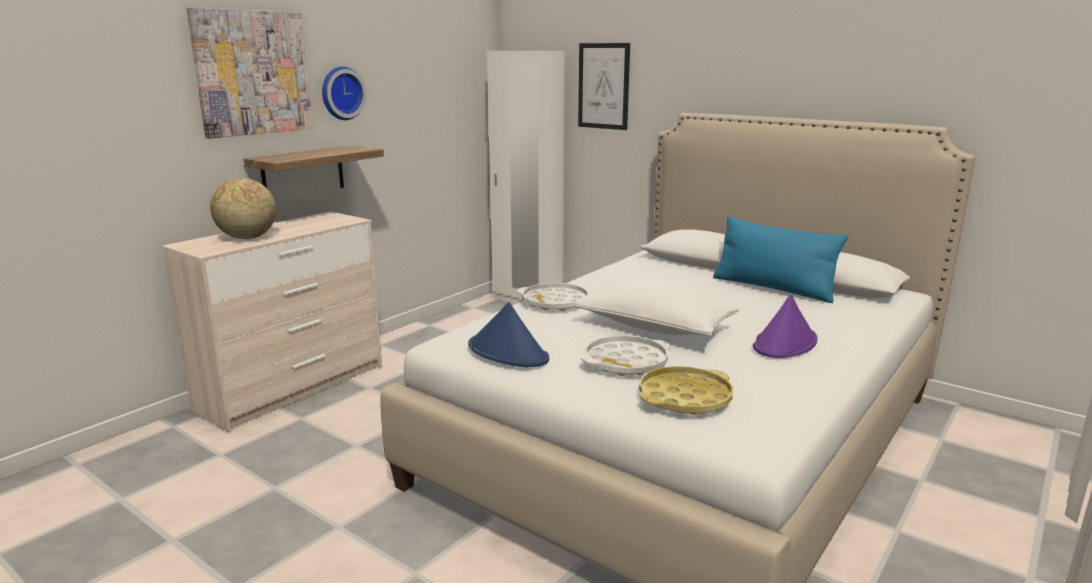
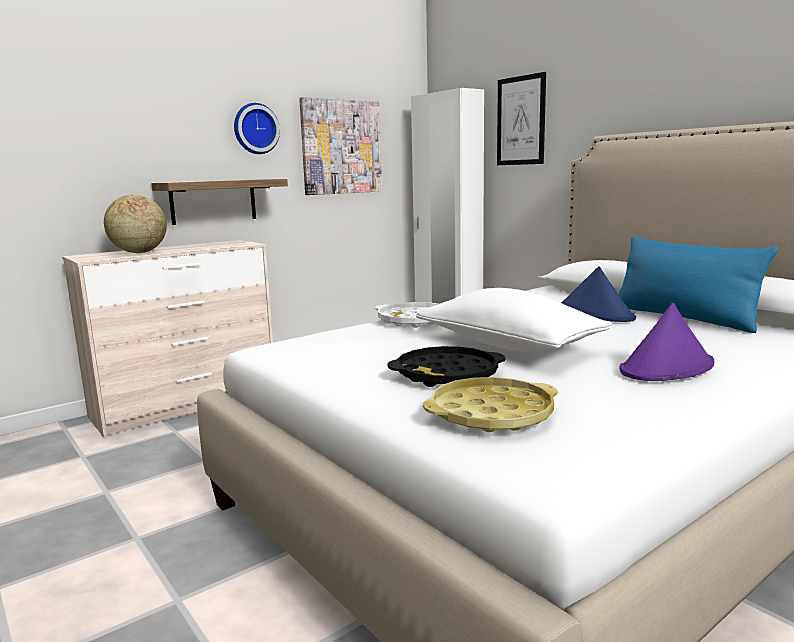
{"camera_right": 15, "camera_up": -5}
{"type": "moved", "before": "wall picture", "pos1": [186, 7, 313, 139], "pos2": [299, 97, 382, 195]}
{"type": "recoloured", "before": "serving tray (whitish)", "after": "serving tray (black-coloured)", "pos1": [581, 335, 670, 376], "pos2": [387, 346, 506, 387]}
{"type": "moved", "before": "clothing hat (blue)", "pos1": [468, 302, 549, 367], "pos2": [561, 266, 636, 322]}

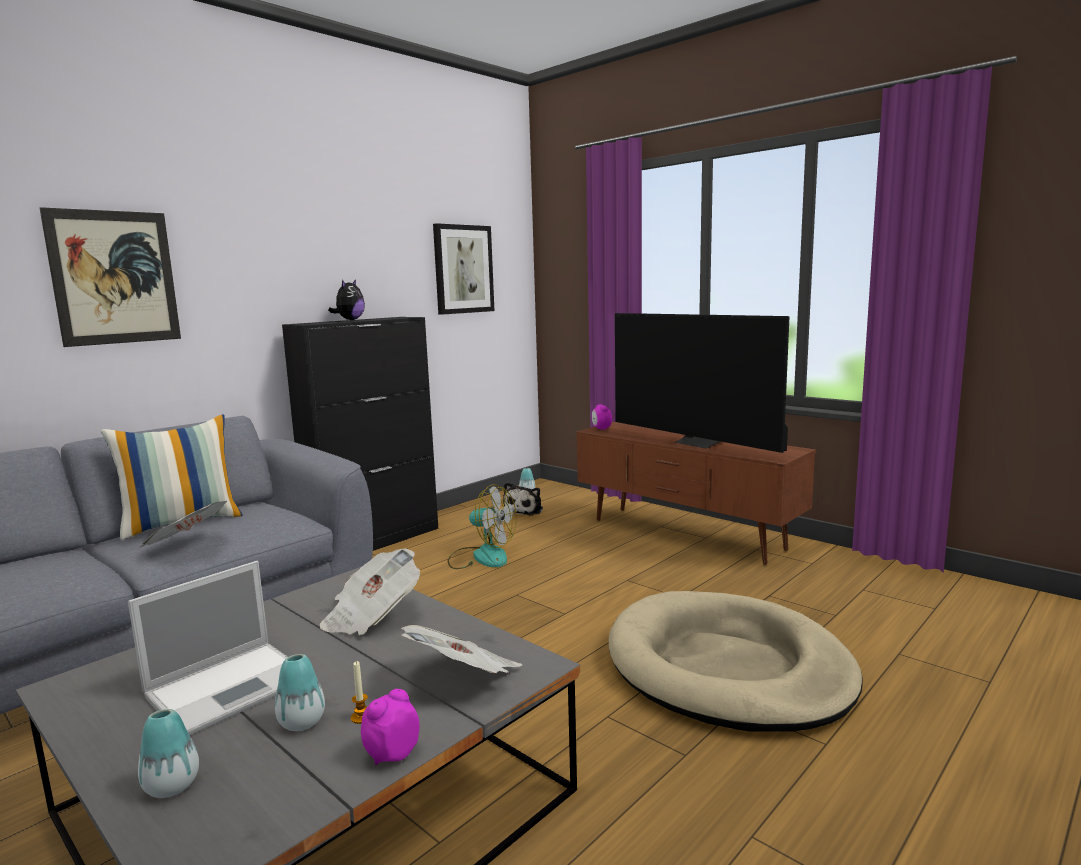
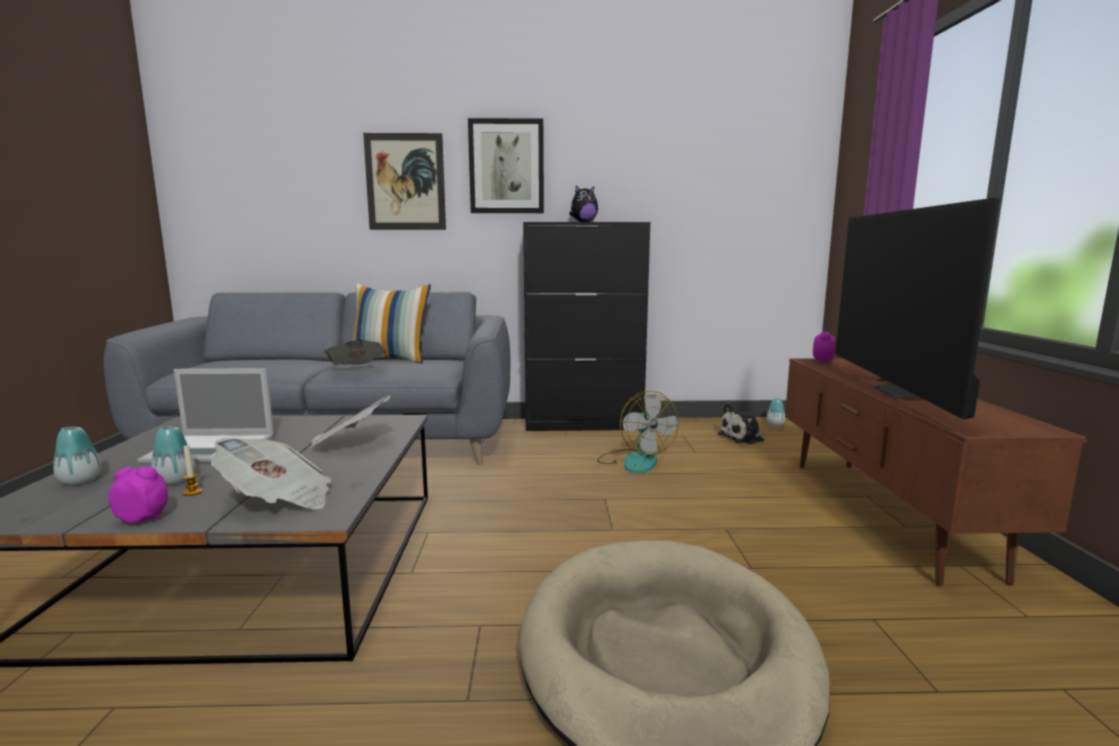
{"camera_right": 45, "camera_up": 0}
{"type": "moved", "before": "wall picture", "pos1": [433, 223, 495, 315], "pos2": [468, 118, 544, 213]}

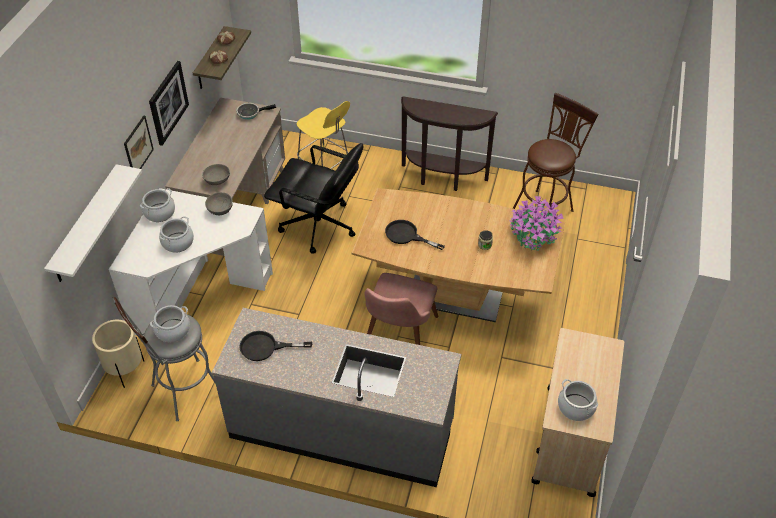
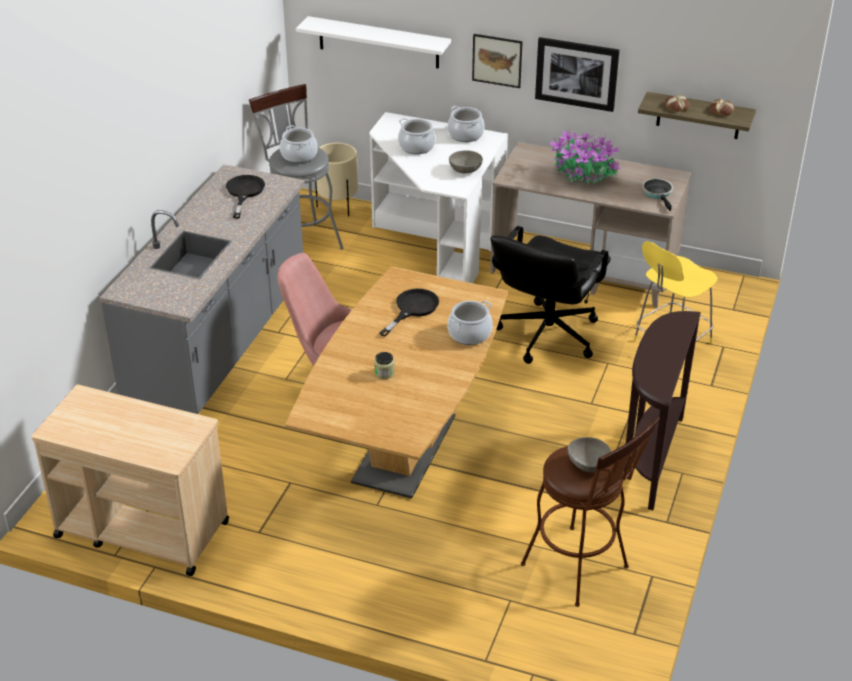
{"camera_right": 95, "camera_up": -10}
{"type": "moved", "before": "stockpot", "pos1": [558, 379, 598, 421], "pos2": [447, 301, 493, 345]}
{"type": "moved", "before": "potted plant", "pos1": [509, 196, 564, 251], "pos2": [550, 129, 621, 185]}
{"type": "moved", "before": "serving bowl (grey)", "pos1": [202, 164, 230, 185], "pos2": [568, 437, 611, 472]}

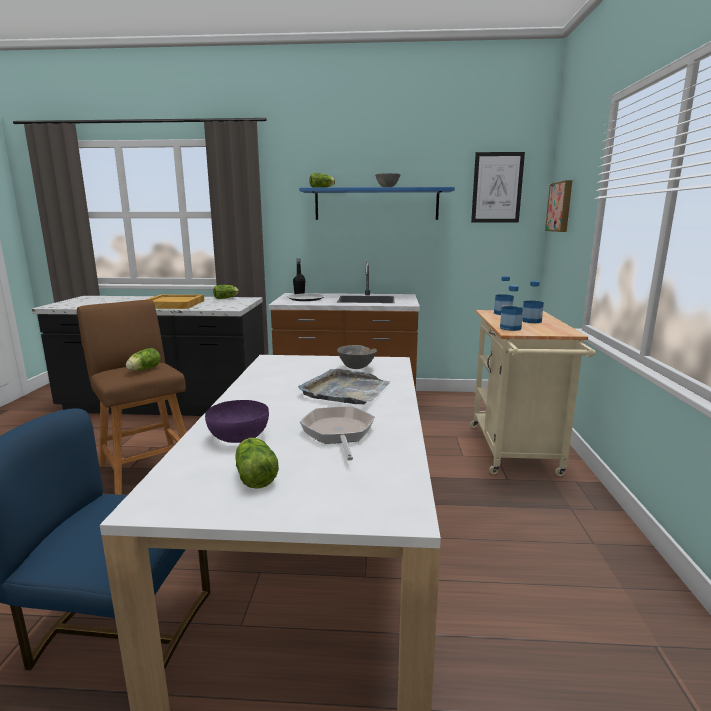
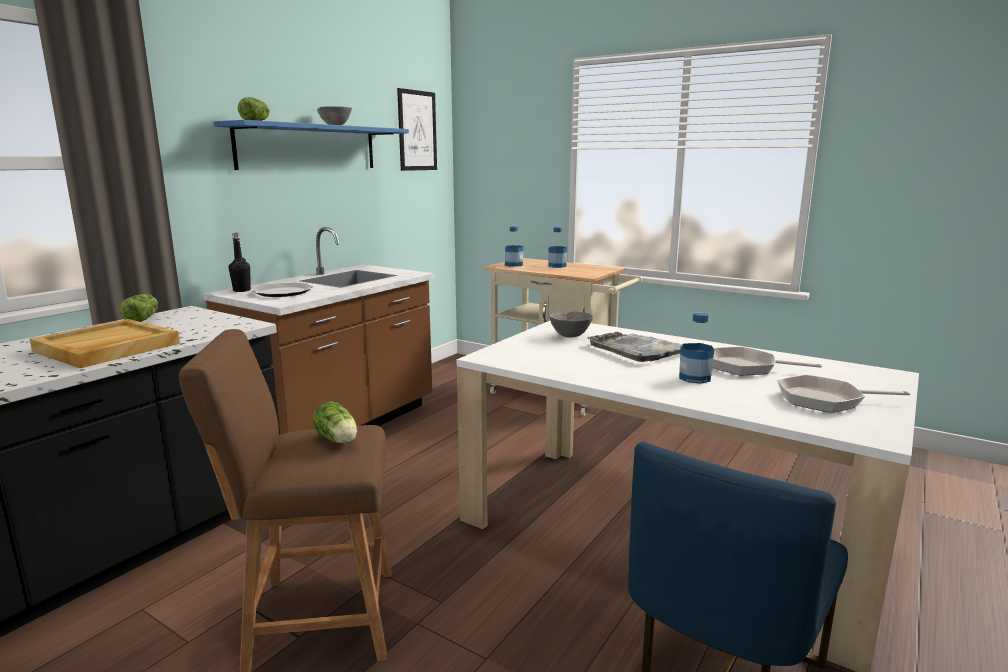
{"camera_right": -60, "camera_up": 0}
{"type": "moved", "before": "beverage bottle", "pos1": [500, 285, 523, 331], "pos2": [679, 313, 714, 384]}
{"type": "replaced", "before": "lettuce", "after": "frying pan", "pos1": [235, 438, 279, 489], "pos2": [777, 375, 910, 413]}
{"type": "removed", "before": "serving bowl (purple-coloured)", "pos1": [205, 400, 269, 443]}
{"type": "removed", "before": "wall picture", "pos1": [545, 180, 572, 232]}

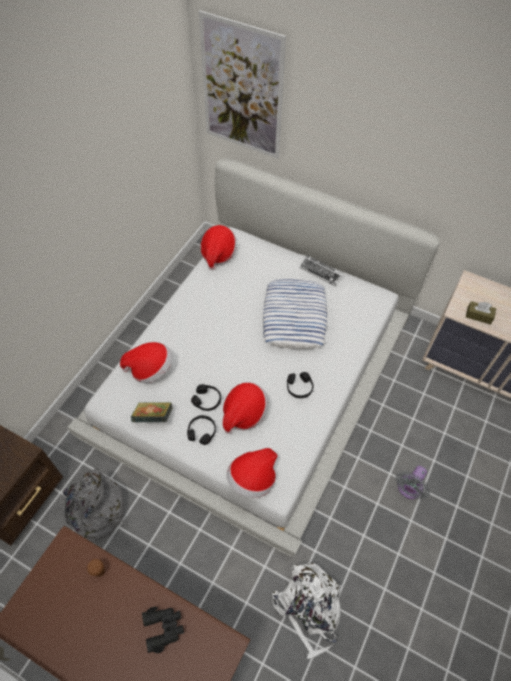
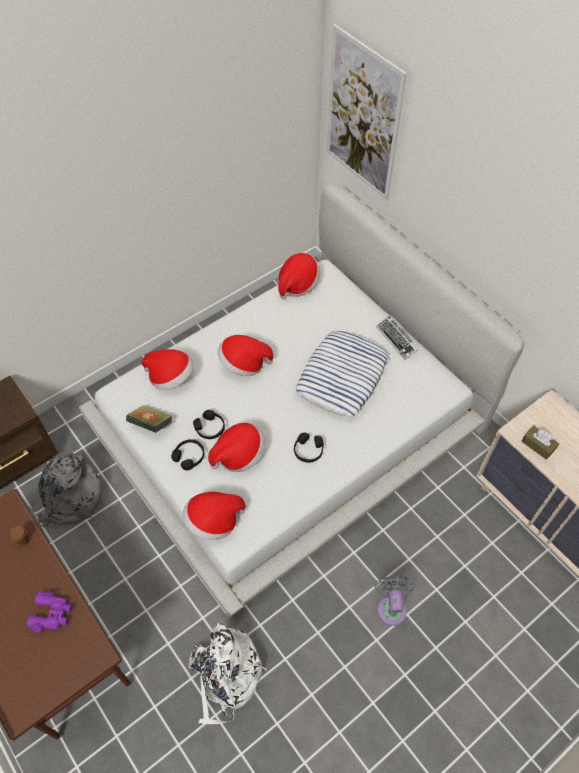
{"camera_right": 25, "camera_up": 0}
{"type": "recoloured", "before": "pair of binoculars (black-coloured)", "after": "pair of binoculars (purple-coloured)", "pos1": [142, 607, 184, 653], "pos2": [26, 591, 72, 633]}
{"type": "added", "after": "clothing hat", "pos2": [218, 335, 273, 376]}
{"type": "turned", "before": "fan (grey)", "pos1": [396, 466, 430, 499], "pos2": [374, 576, 416, 626], "turn": 120}

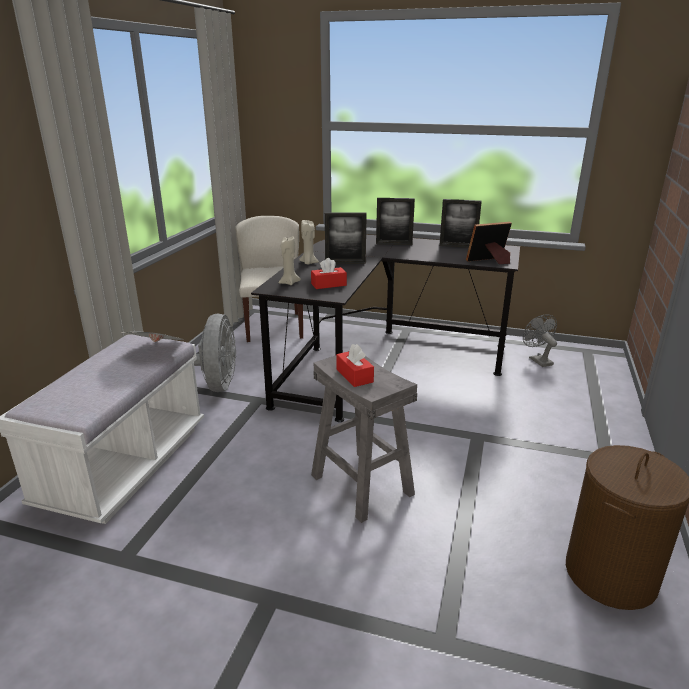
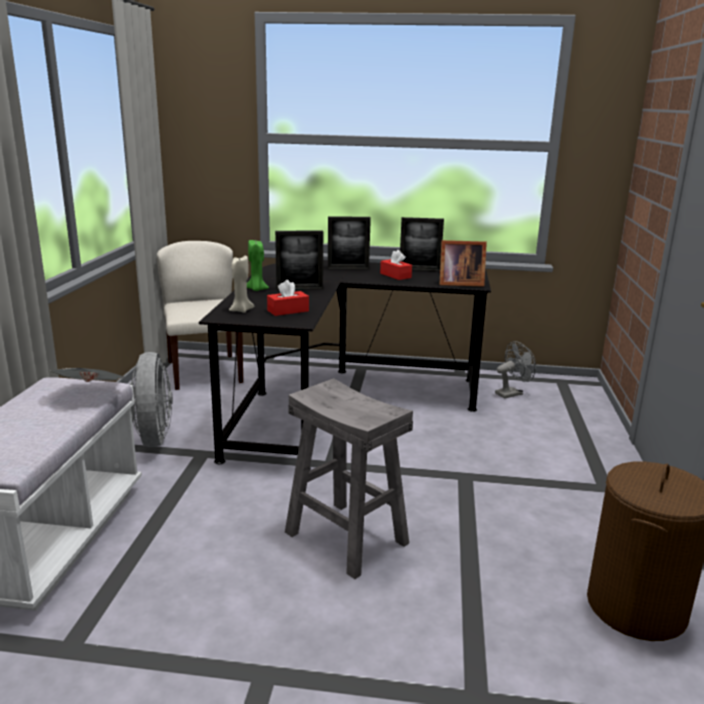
{"camera_right": -10, "camera_up": -5}
{"type": "recoloured", "before": "wax light (beige-coloured)", "after": "wax light (green-coloured)", "pos1": [299, 220, 319, 265], "pos2": [247, 240, 269, 291]}
{"type": "moved", "before": "tissue box (reddish)", "pos1": [336, 344, 374, 387], "pos2": [380, 250, 412, 280]}
{"type": "turned", "before": "standing frame", "pos1": [466, 222, 512, 264], "pos2": [439, 240, 487, 287], "turn": -150}
{"type": "turned", "before": "fan (grey)", "pos1": [523, 314, 557, 367], "pos2": [495, 341, 536, 399], "turn": 90}

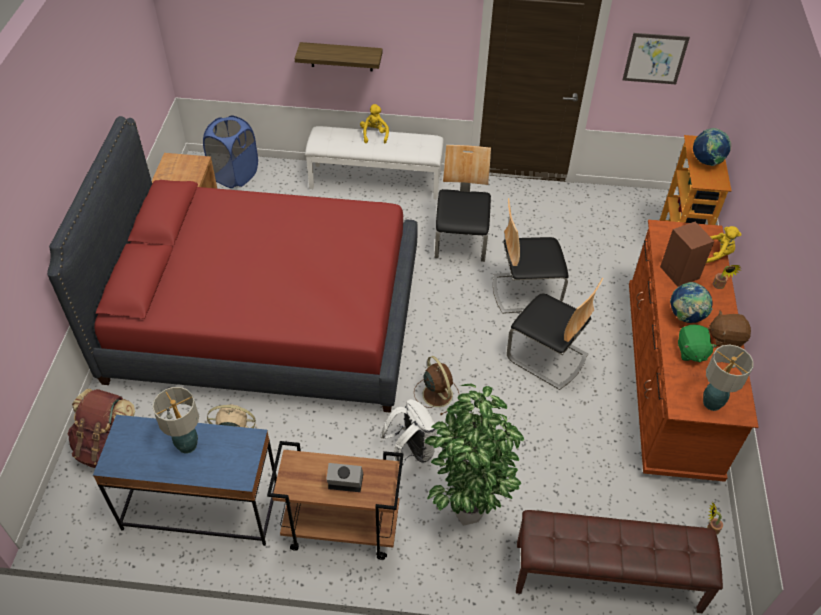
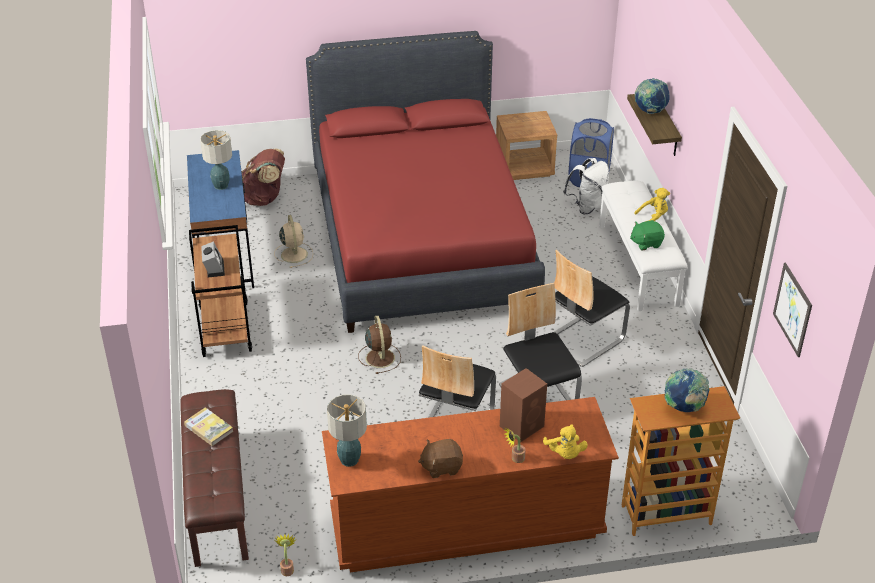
{"camera_right": 75, "camera_up": -10}
{"type": "added", "after": "bound book", "pos2": [184, 407, 233, 446]}
{"type": "turned", "before": "fan (brown)", "pos1": [414, 356, 459, 415], "pos2": [358, 316, 401, 374], "turn": -60}
{"type": "turned", "before": "cuddly toy (brown)", "pos1": [708, 311, 751, 347], "pos2": [418, 439, 463, 478], "turn": -90}
{"type": "turned", "before": "plain chair", "pos1": [435, 145, 491, 262], "pos2": [554, 250, 630, 367], "turn": 150}
{"type": "moved", "before": "knapsack (whitish)", "pos1": [381, 399, 437, 465], "pos2": [563, 158, 609, 214]}
{"type": "moved", "before": "cuddly toy (green-coloured)", "pos1": [678, 324, 717, 362], "pos2": [630, 220, 665, 250]}
{"type": "moved", "before": "globe", "pos1": [670, 282, 713, 323], "pos2": [635, 78, 670, 114]}
{"type": "removed", "before": "potted plant", "pos1": [425, 383, 524, 526]}

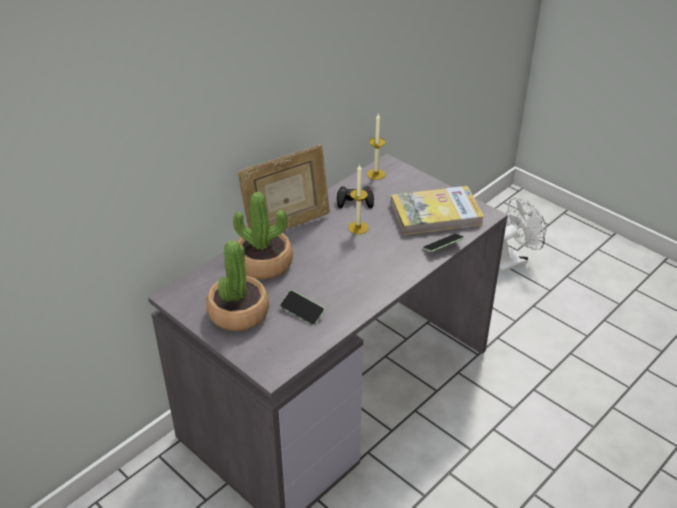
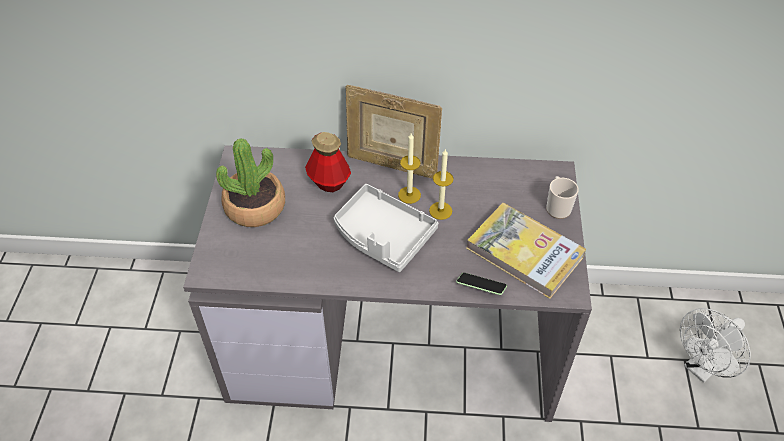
{"camera_right": 50, "camera_up": 10}
{"type": "replaced", "before": "potted plant", "after": "beverage bottle", "pos1": [233, 192, 293, 279], "pos2": [305, 132, 351, 192]}
{"type": "added", "after": "serving tray (grey)", "pos2": [334, 184, 438, 272]}
{"type": "moved", "before": "wax light", "pos1": [367, 114, 386, 180], "pos2": [398, 133, 421, 204]}
{"type": "added", "after": "coffee mug", "pos2": [546, 176, 579, 219]}
{"type": "turned", "before": "fan (whitish)", "pos1": [499, 197, 546, 272], "pos2": [680, 308, 751, 383], "turn": 120}
{"type": "removed", "before": "phone", "pos1": [280, 290, 325, 325]}
{"type": "removed", "before": "joypad (black-coloured)", "pos1": [337, 186, 374, 208]}

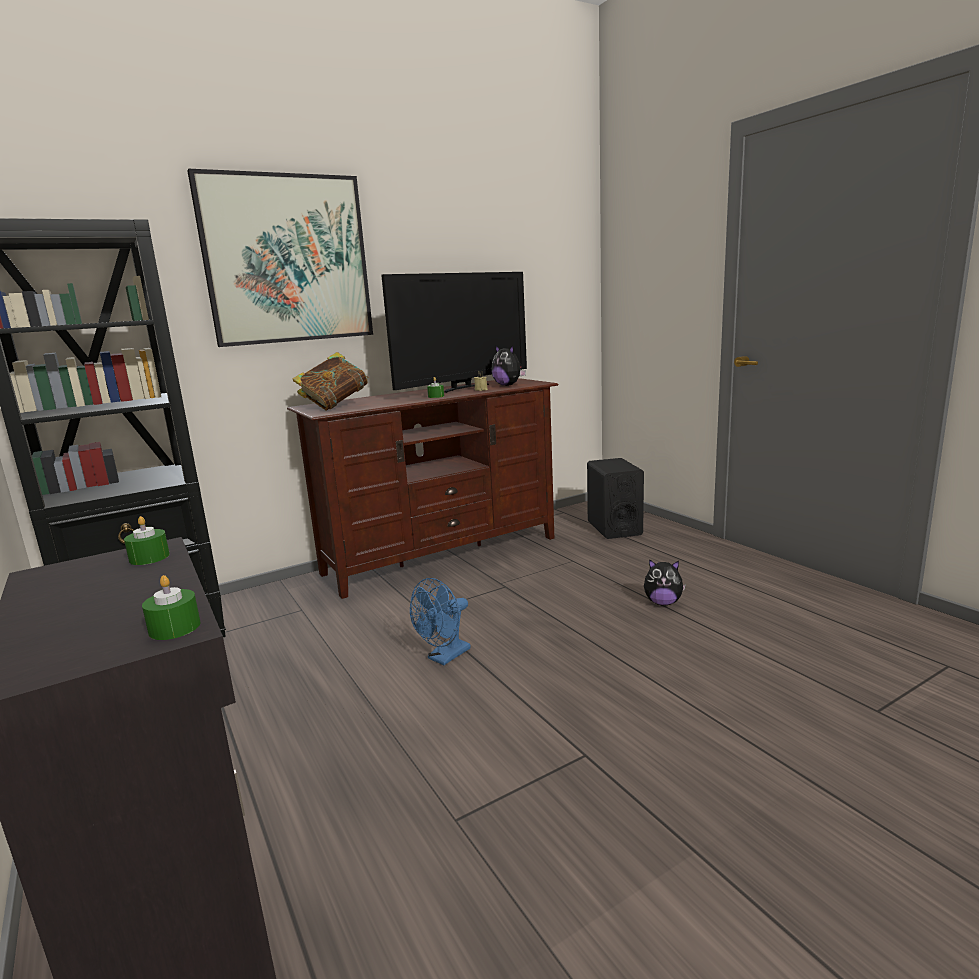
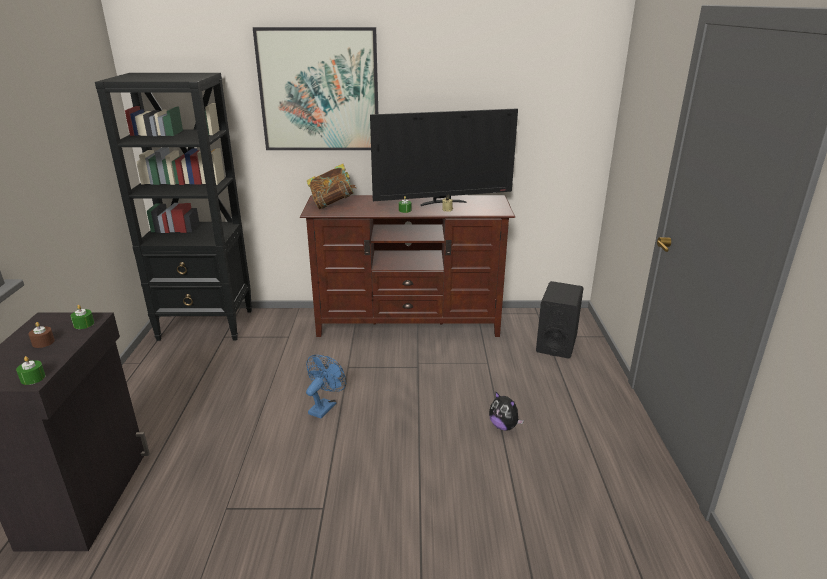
{"camera_right": 30, "camera_up": 10}
{"type": "added", "after": "wax light (brown)", "pos2": [29, 322, 55, 348]}
{"type": "turned", "before": "fan (blue)", "pos1": [410, 578, 471, 665], "pos2": [306, 355, 347, 418], "turn": 135}
{"type": "removed", "before": "cuddly toy", "pos1": [491, 345, 526, 386]}

